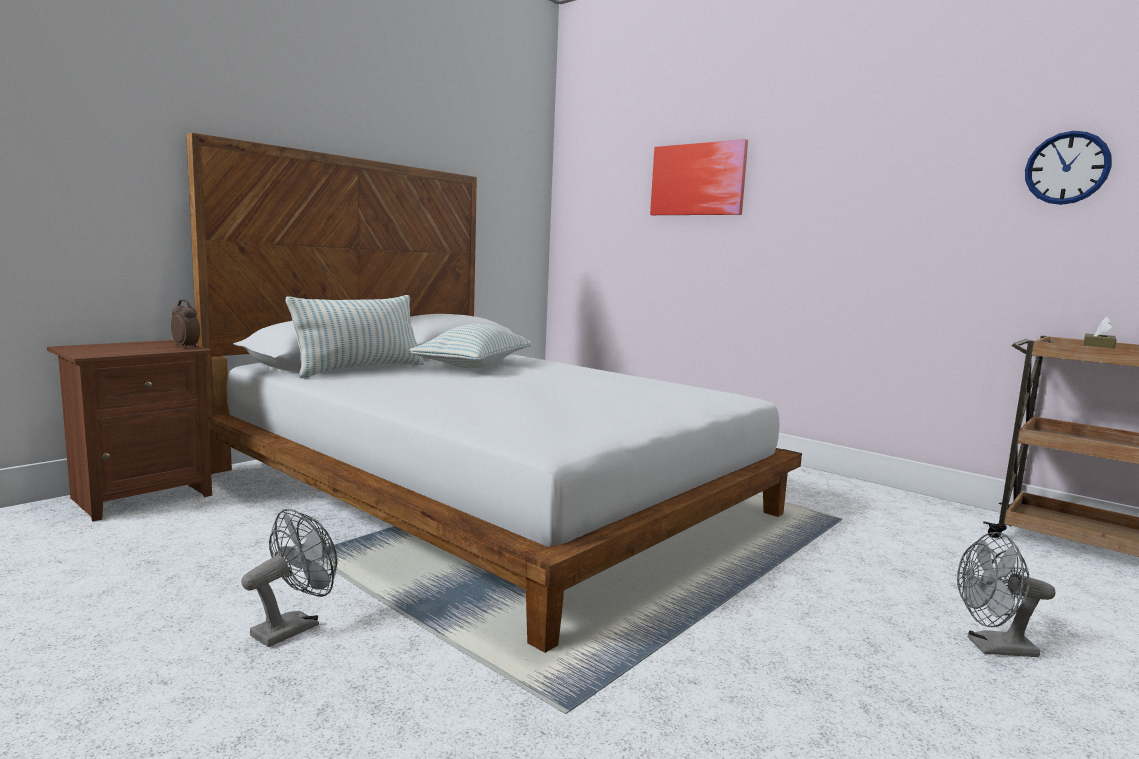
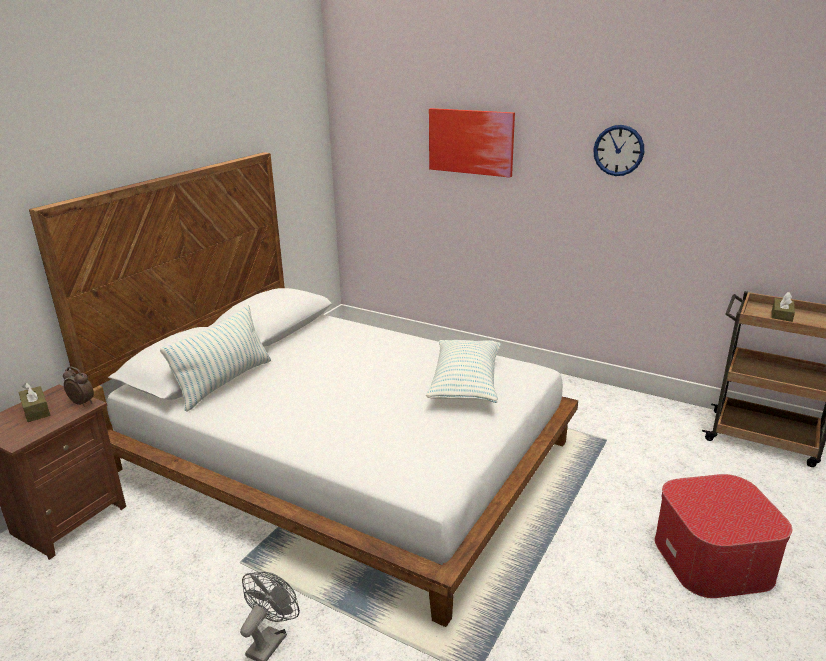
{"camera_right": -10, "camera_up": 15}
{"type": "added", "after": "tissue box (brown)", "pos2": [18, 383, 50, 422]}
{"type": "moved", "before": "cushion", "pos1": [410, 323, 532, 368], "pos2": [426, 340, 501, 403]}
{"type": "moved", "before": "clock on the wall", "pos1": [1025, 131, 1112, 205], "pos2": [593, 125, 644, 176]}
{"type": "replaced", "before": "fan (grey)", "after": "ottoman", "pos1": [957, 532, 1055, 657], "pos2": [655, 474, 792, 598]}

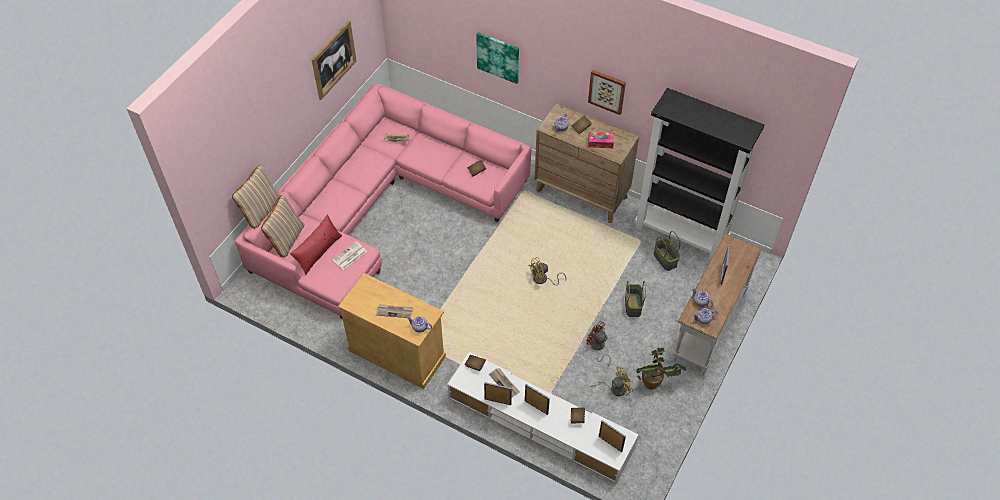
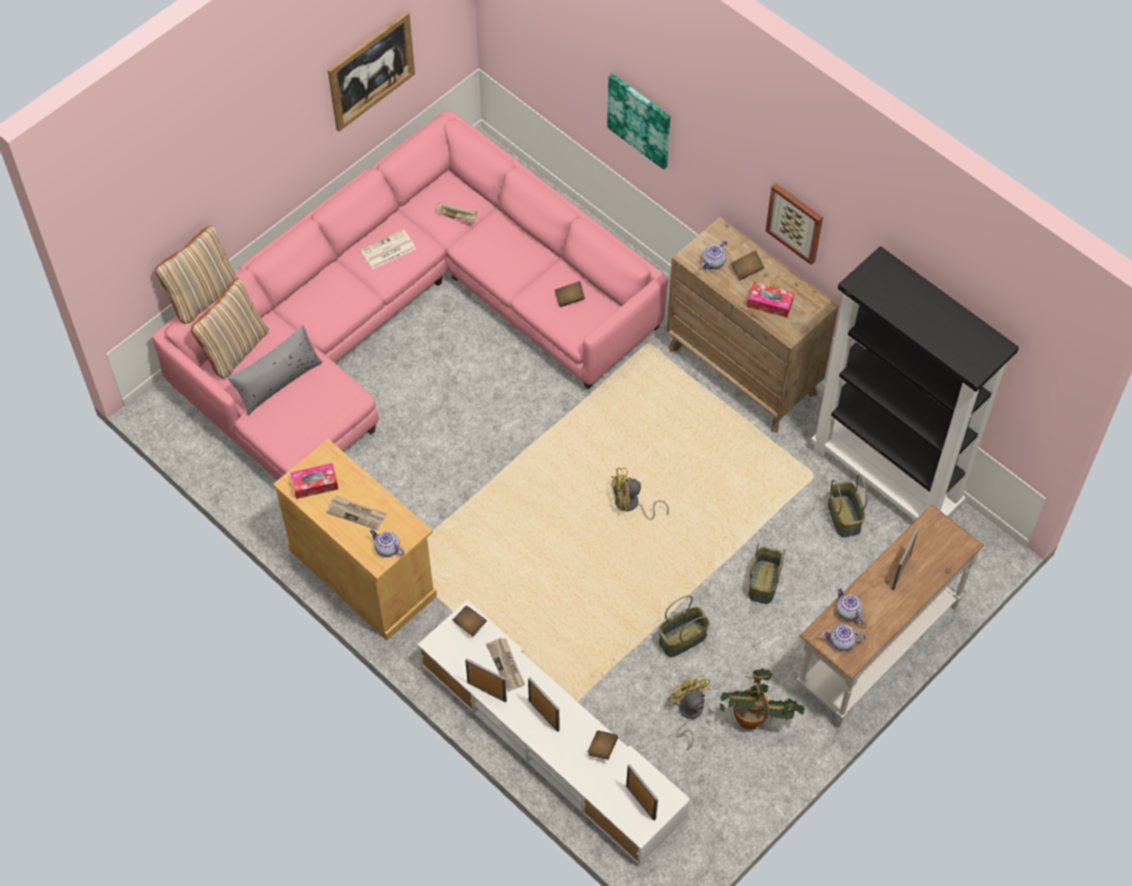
{"camera_right": 15, "camera_up": 5}
{"type": "recoloured", "before": "cushion (reddish)", "after": "cushion (grey)", "pos1": [290, 215, 342, 275], "pos2": [227, 325, 323, 415]}
{"type": "added", "after": "tissue box", "pos2": [290, 463, 338, 499]}
{"type": "moved", "before": "printed paper", "pos1": [332, 241, 367, 270], "pos2": [360, 230, 416, 269]}
{"type": "replaced", "before": "fan (brown)", "after": "storage basket", "pos1": [586, 321, 611, 367], "pos2": [658, 595, 710, 657]}
{"type": "turned", "before": "fan (yellow-coloured)", "pos1": [591, 367, 633, 396], "pos2": [668, 675, 710, 750], "turn": -105}

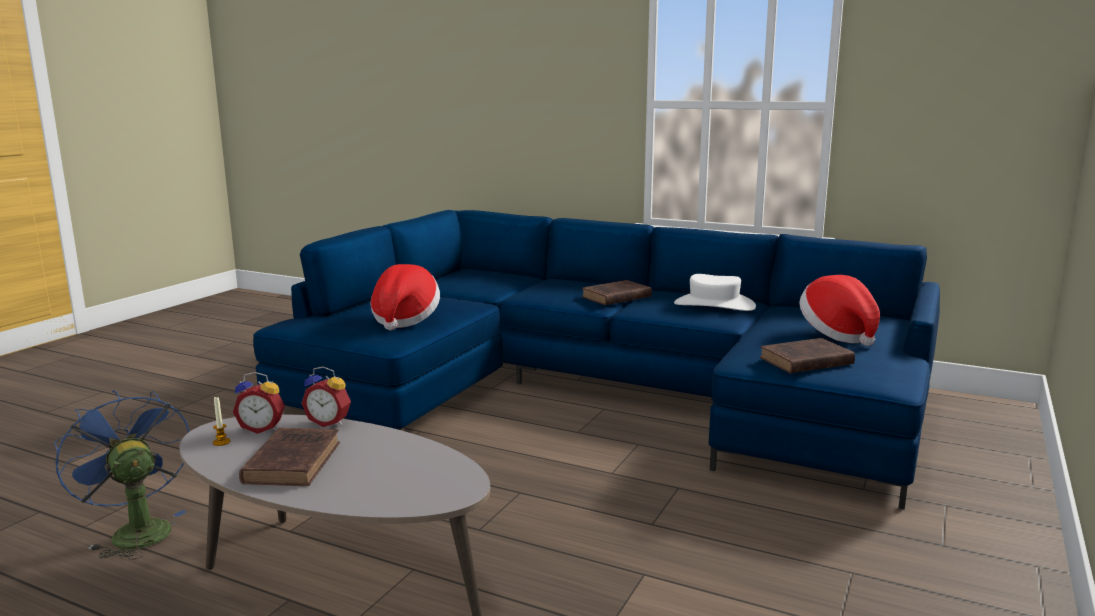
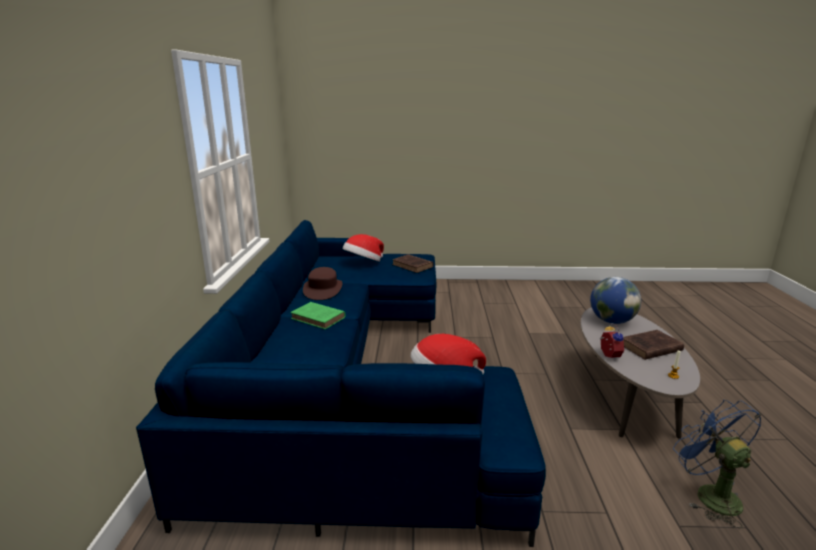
{"camera_right": -115, "camera_up": 5}
{"type": "recoloured", "before": "bound book (brown)", "after": "bound book (green-coloured)", "pos1": [582, 280, 652, 305], "pos2": [290, 302, 345, 329]}
{"type": "recoloured", "before": "clothing hat (whitish)", "after": "clothing hat (brown)", "pos1": [674, 274, 756, 311], "pos2": [303, 267, 342, 300]}
{"type": "added", "after": "globe", "pos2": [590, 277, 641, 324]}
{"type": "turned", "before": "fan (blue)", "pos1": [54, 390, 190, 560], "pos2": [673, 400, 761, 528], "turn": 135}
{"type": "removed", "before": "table clock", "pos1": [233, 372, 285, 434]}

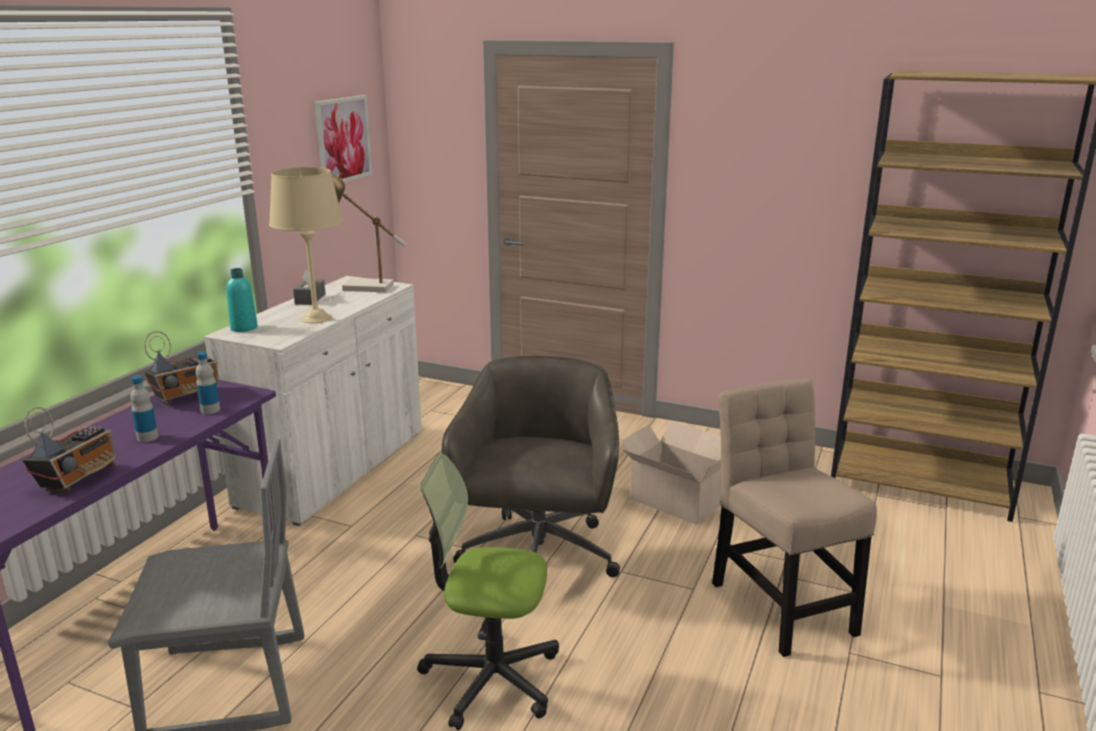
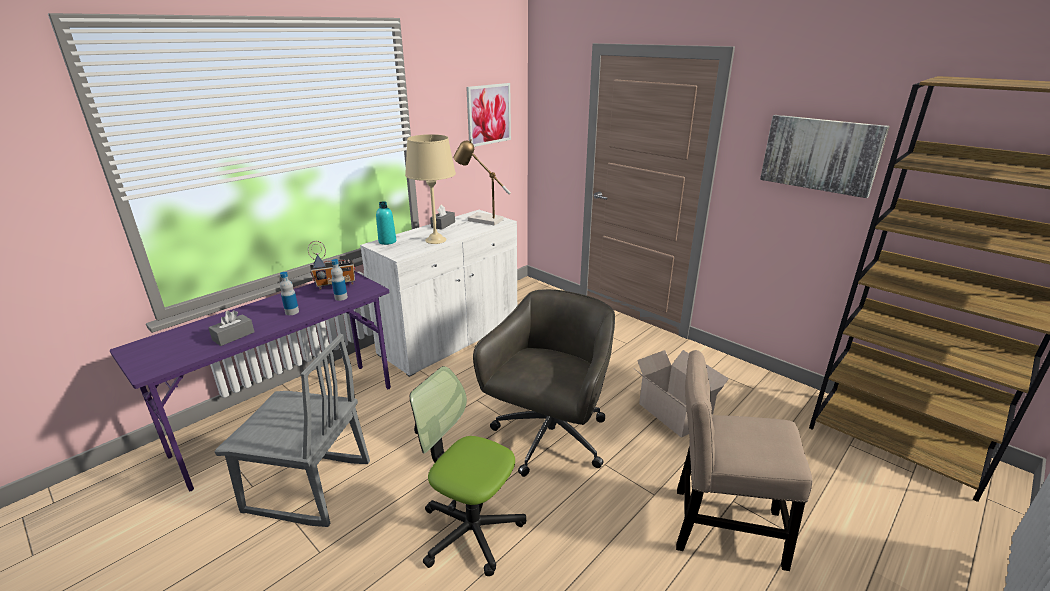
{"camera_right": 20, "camera_up": 5}
{"type": "replaced", "before": "radio", "after": "tissue box (grey)", "pos1": [22, 407, 117, 492], "pos2": [208, 310, 254, 346]}
{"type": "turned", "before": "plain chair (beige-coloured)", "pos1": [712, 379, 877, 657], "pos2": [676, 350, 812, 571], "turn": -75}
{"type": "added", "after": "wall picture", "pos2": [760, 115, 890, 198]}

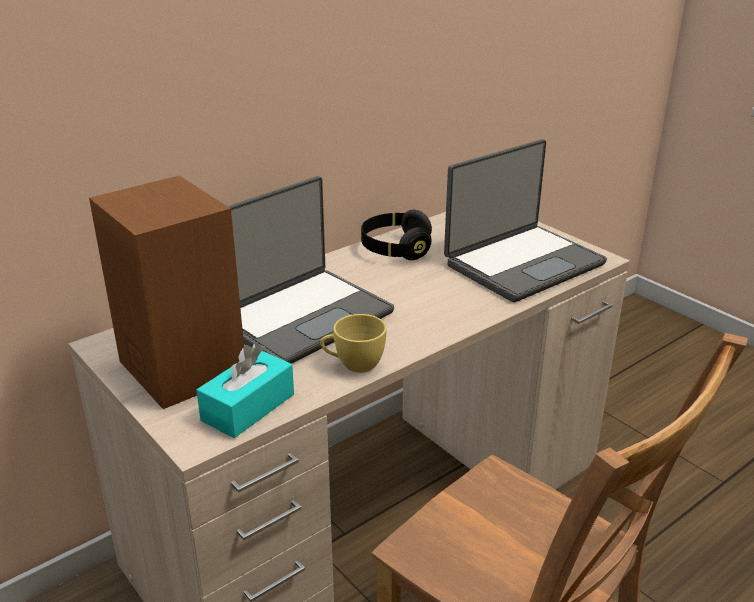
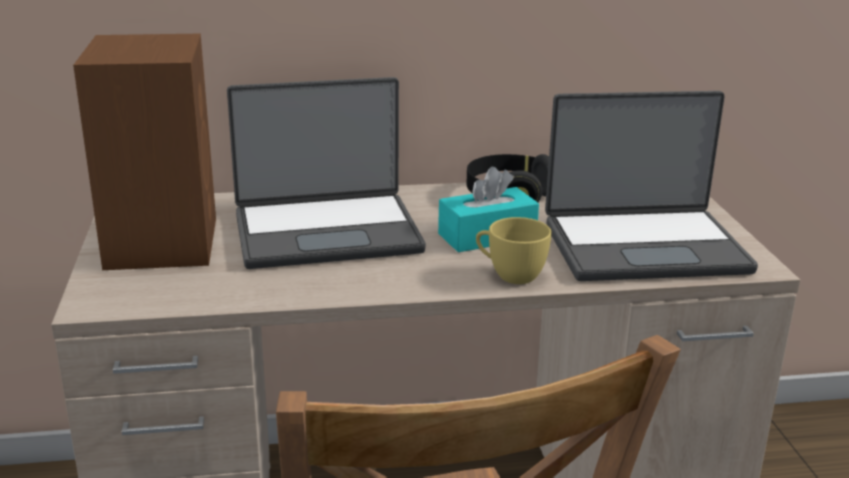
{"camera_right": 30, "camera_up": -5}
{"type": "moved", "before": "tissue box (turquoise)", "pos1": [196, 343, 294, 438], "pos2": [438, 167, 539, 252]}
{"type": "moved", "before": "cup (yellow-coloured)", "pos1": [320, 314, 387, 373], "pos2": [476, 217, 552, 284]}

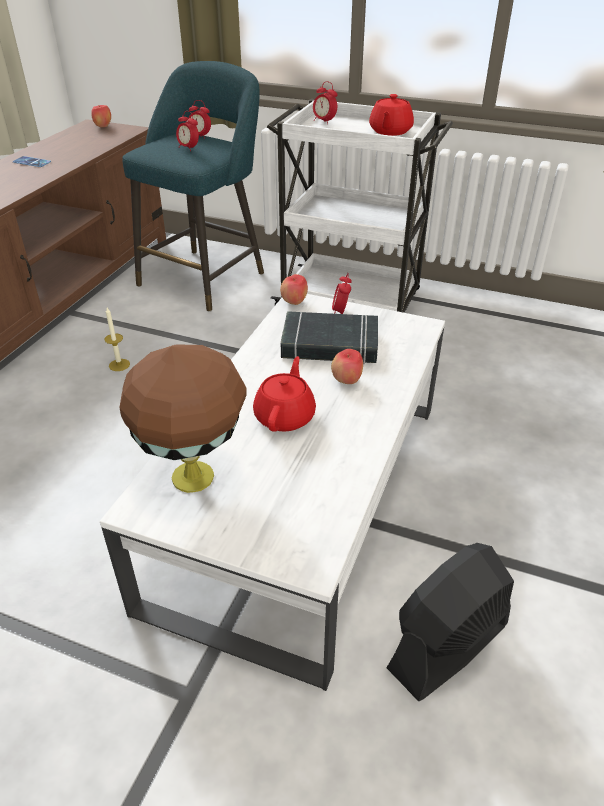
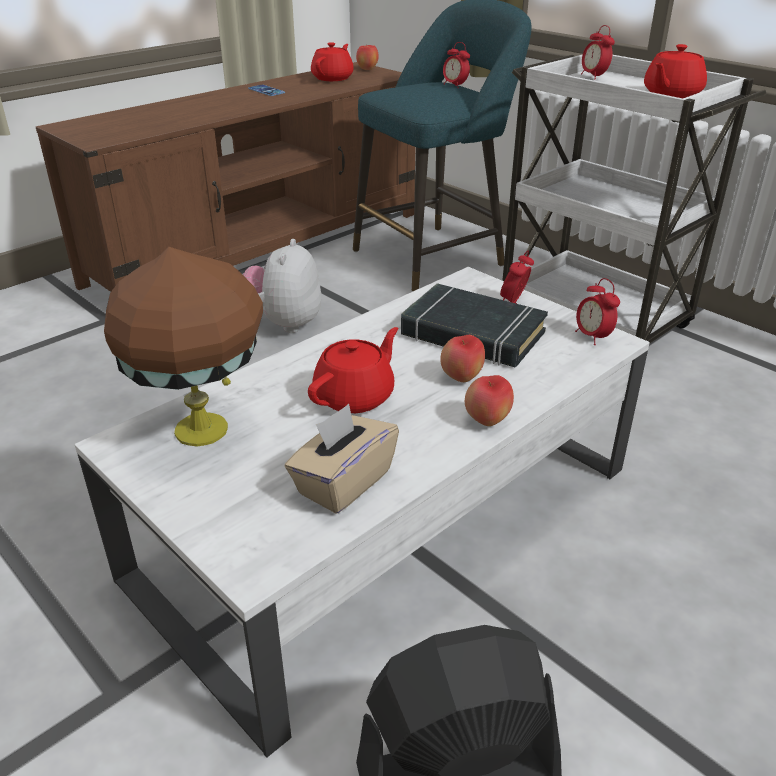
{"camera_right": 25, "camera_up": -5}
{"type": "replaced", "before": "wax light", "after": "cuddly toy", "pos1": [104, 307, 130, 371], "pos2": [243, 239, 321, 333]}
{"type": "added", "after": "tissue box (beige-coloured)", "pos2": [285, 404, 399, 514]}
{"type": "added", "after": "teapot (reddish)", "pos2": [311, 42, 354, 81]}
{"type": "moved", "before": "apple fruit", "pos1": [280, 274, 308, 305], "pos2": [465, 375, 514, 426]}
{"type": "moved", "before": "table clock", "pos1": [176, 111, 199, 151], "pos2": [575, 278, 620, 345]}

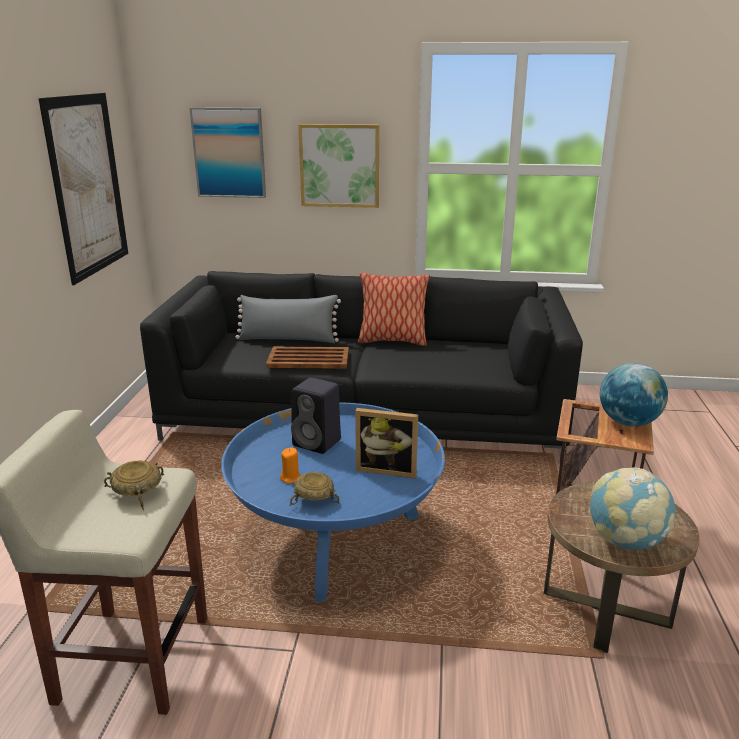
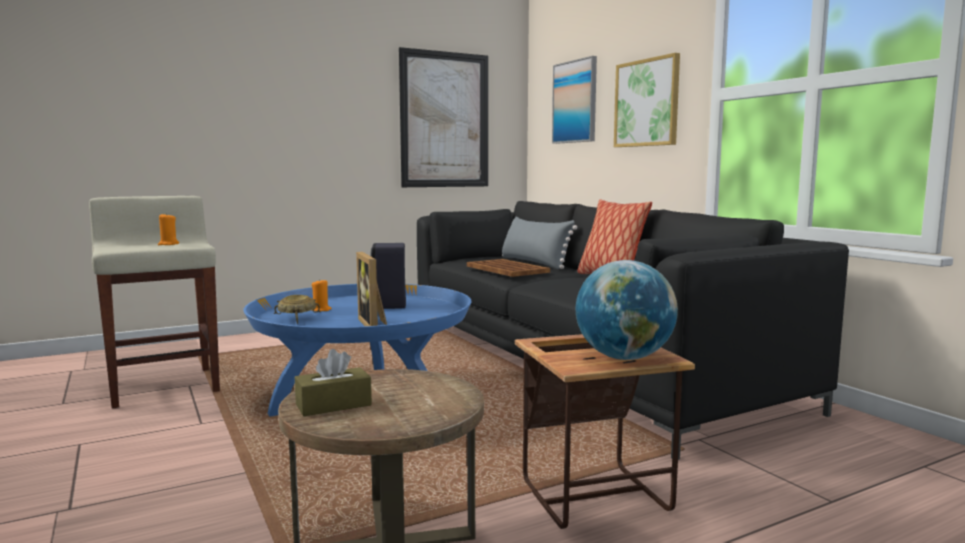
{"camera_right": 55, "camera_up": -15}
{"type": "replaced", "before": "serving bowl (beige-coloured)", "after": "wax light (orangey)", "pos1": [104, 461, 164, 510], "pos2": [158, 213, 179, 245]}
{"type": "replaced", "before": "globe", "after": "tissue box (brown)", "pos1": [590, 467, 676, 550], "pos2": [295, 349, 372, 416]}

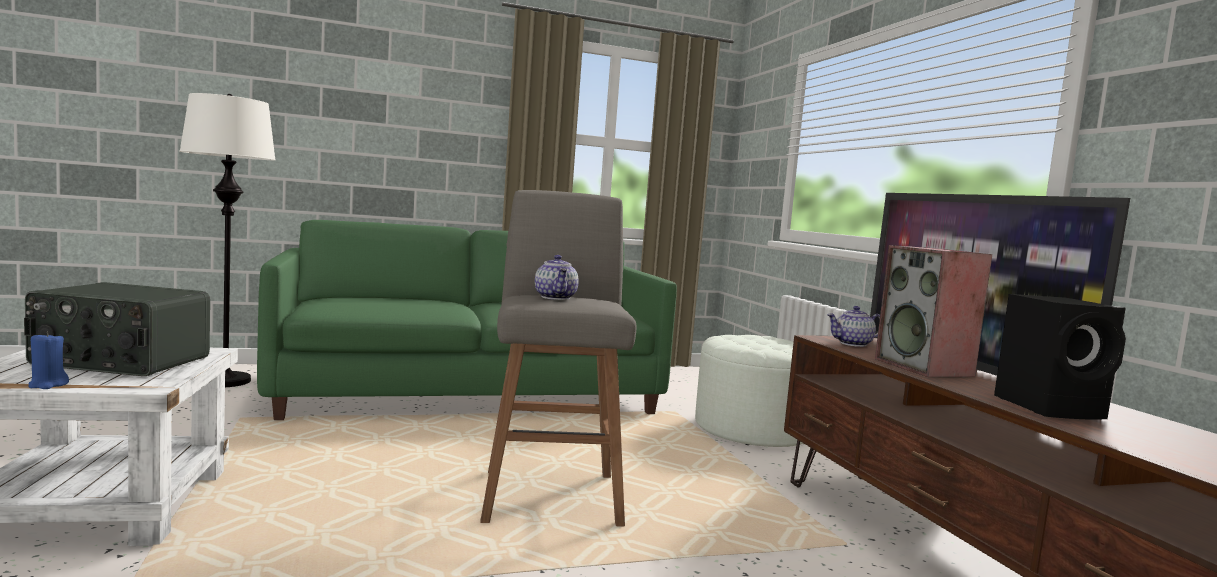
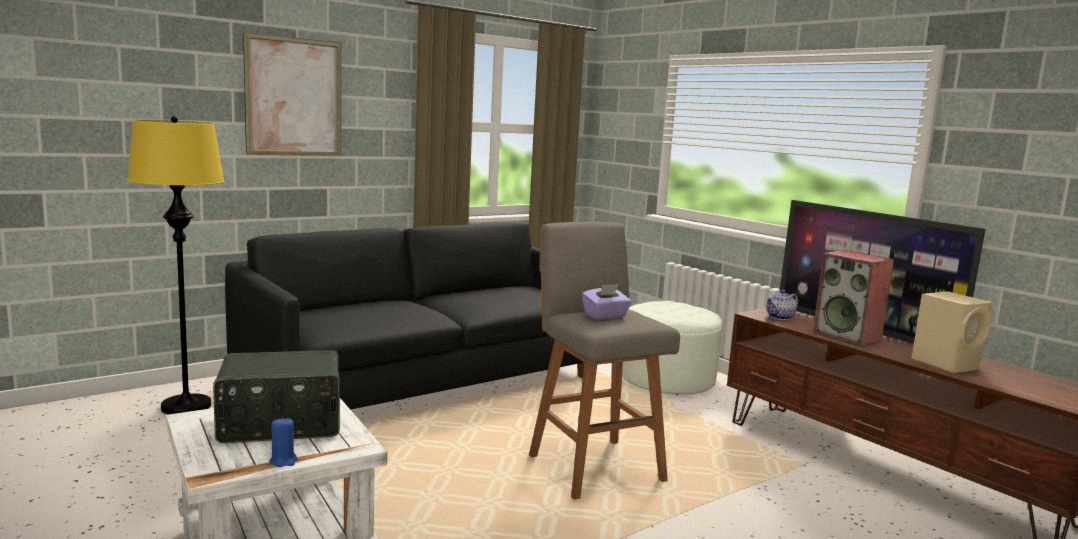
{"camera_right": -20, "camera_up": 5}
{"type": "recoloured", "before": "standard lamp (whitish)", "after": "standard lamp (yellow-coloured)", "pos1": [179, 93, 276, 387], "pos2": [127, 116, 225, 414]}
{"type": "recoloured", "before": "settee (green-coloured)", "after": "settee (black-coloured)", "pos1": [257, 220, 677, 420], "pos2": [225, 222, 584, 410]}
{"type": "added", "after": "wall picture", "pos2": [243, 32, 341, 156]}
{"type": "replaced", "before": "teapot", "after": "tissue box (purple-coloured)", "pos1": [535, 255, 579, 300], "pos2": [582, 284, 631, 320]}
{"type": "recoloured", "before": "loudspeaker (black-coloured)", "after": "loudspeaker (beige-coloured)", "pos1": [994, 294, 1126, 420], "pos2": [912, 291, 992, 373]}

